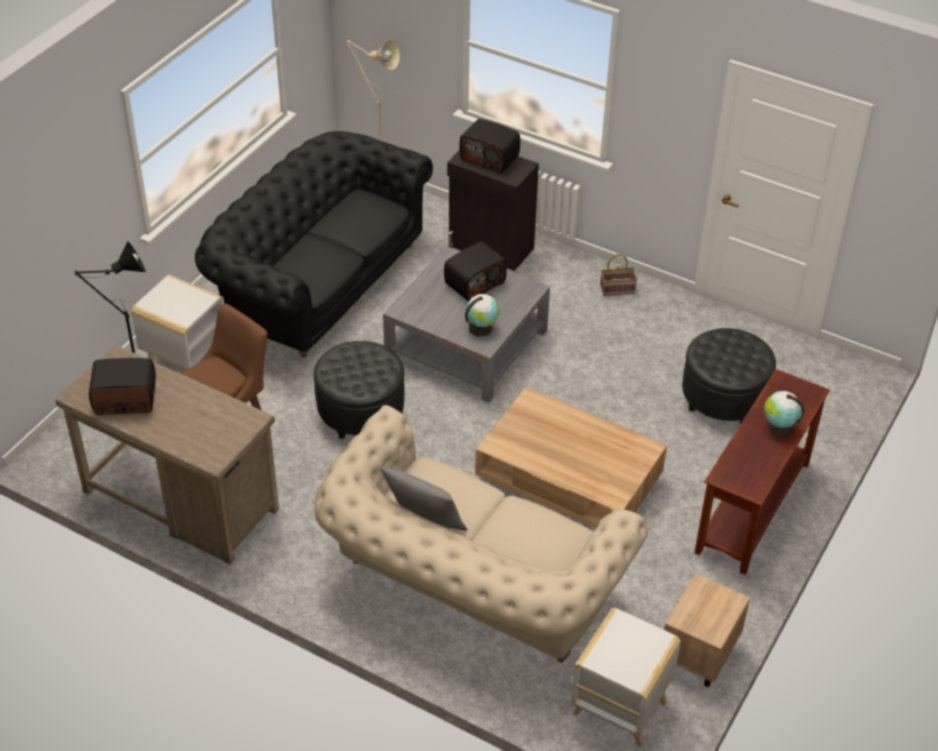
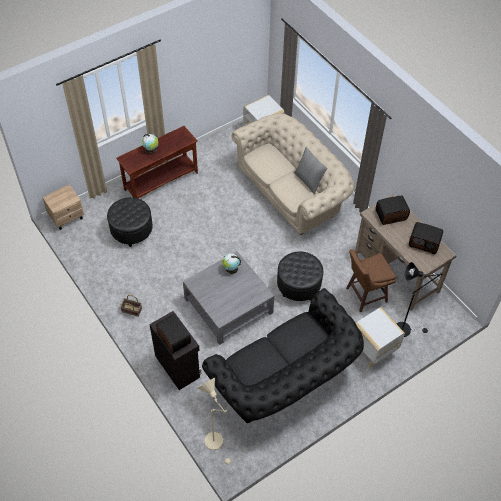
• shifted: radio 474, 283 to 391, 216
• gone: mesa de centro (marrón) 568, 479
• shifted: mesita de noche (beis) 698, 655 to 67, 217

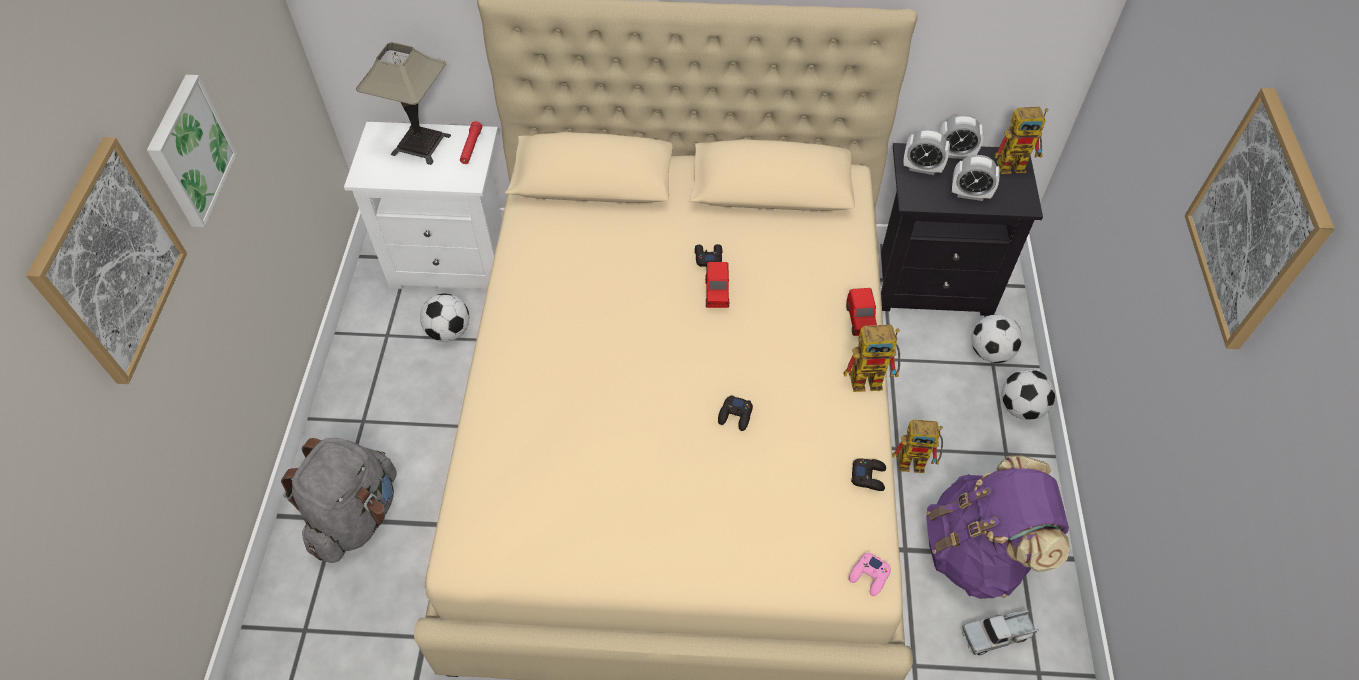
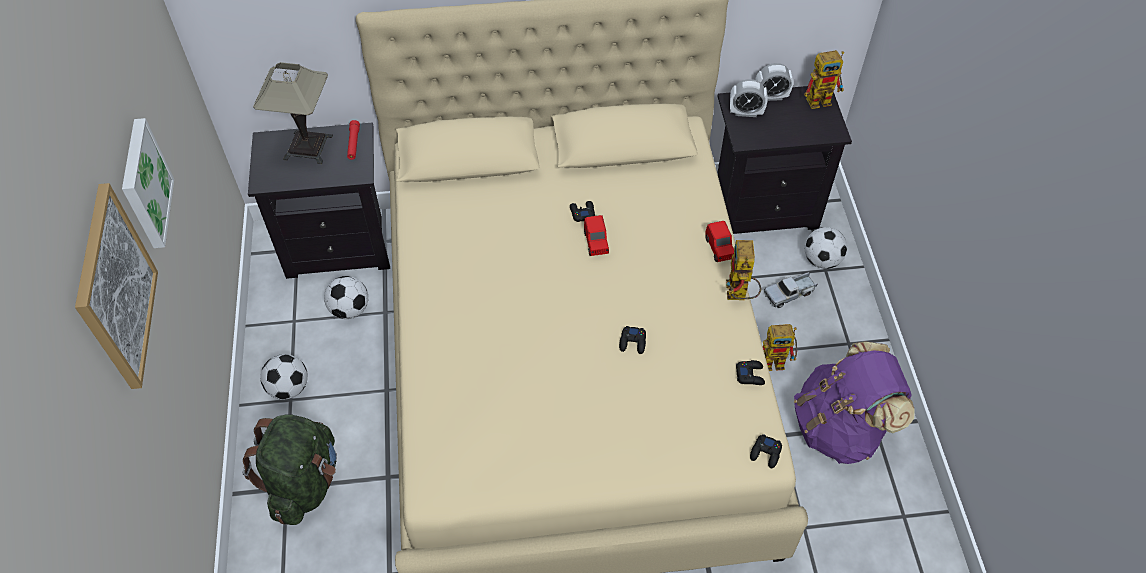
• gone: cuadro 1256, 221
• repainted: mesita de noche (blanco) 454, 261 to mesita de noche (negro) 339, 246
• gone: despertador 970, 194
• rotated: robot de juguete 873, 378 = 738, 295 105 degrees clockwise
• shifted: balón de fútbol 1021, 407 to 289, 388
• repainted: mochila (gris) 356, 516 to mochila (verde) 304, 483
• repainted: mando de consola (rosa) 869, 576 to mando de consola (negro) 765, 453
• shifted: camión de juguete 997, 634 to 789, 293

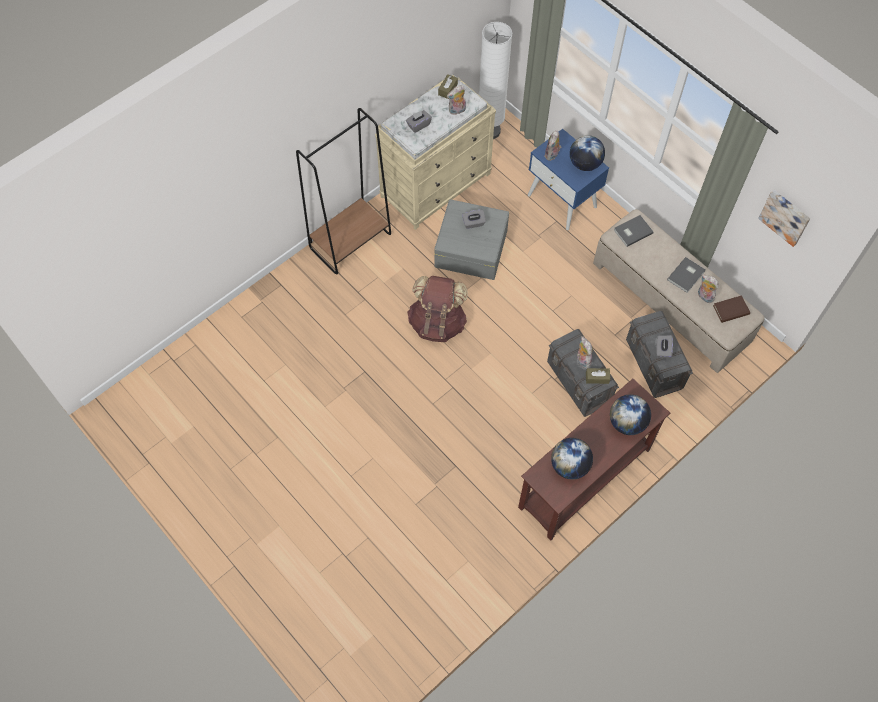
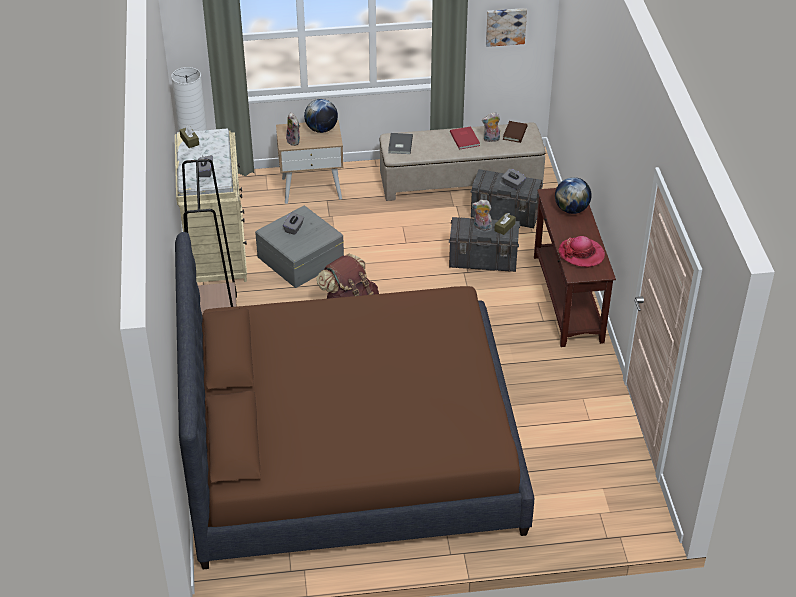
• gone: peluche 457, 111
• repainted: mesita de noche (azul) 562, 201 to mesita de noche (beis) 312, 188
• repainted: libro (gris) 687, 275 to libro (rojo) 465, 138
• swapped: globo terráqueo 569, 466 to sombrero 581, 254
• new: cama (marrón) 350, 447

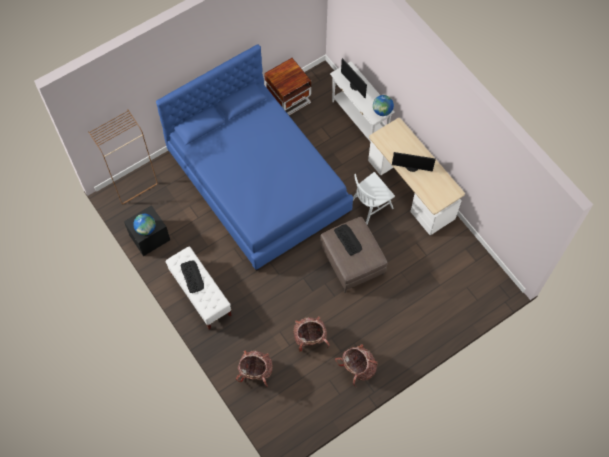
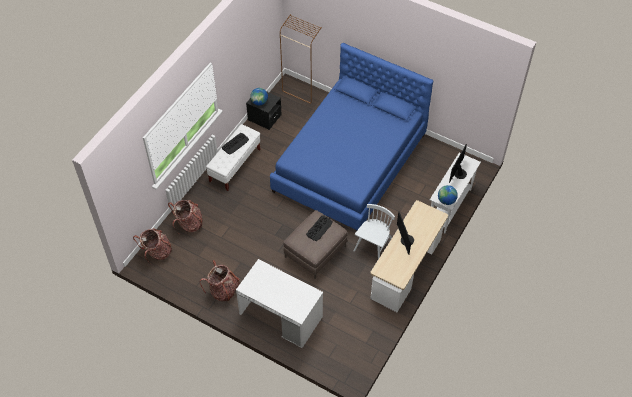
• gone: mesita de noche 288, 99
• rotated: silla (blanco) 370, 205 = 373, 245 90 degrees clockwise
• shifted: mochila 310, 338 to 157, 252
• new: escritorio (blanco) 280, 316

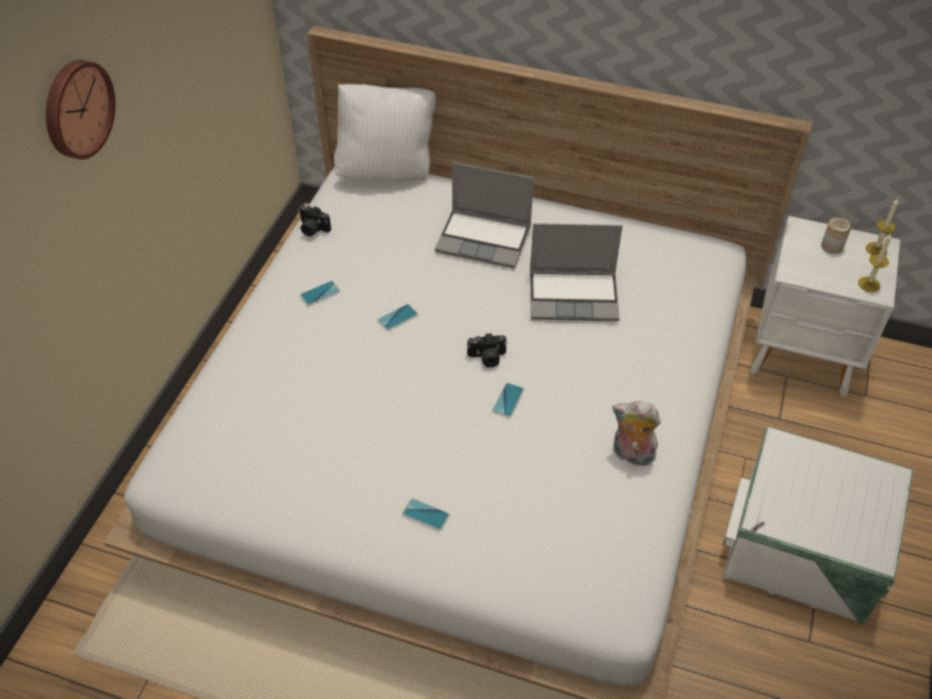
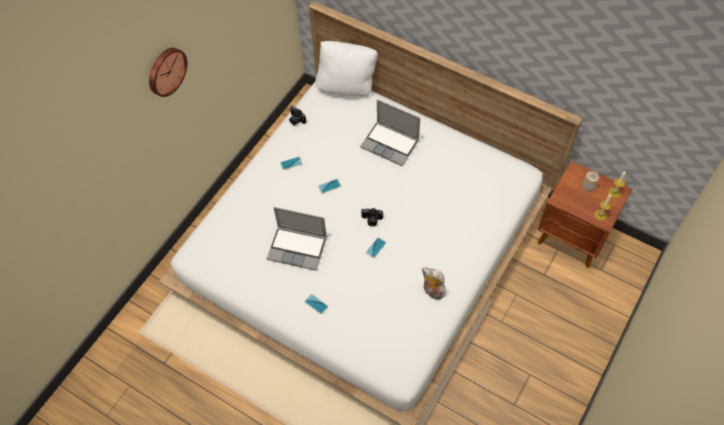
• repainted: mesita de noche (blanco) 804, 356 to mesita de noche (marrón) 573, 238
• shifted: portátil 574, 296 to 298, 248
• gone: caja de almacenaje (blanco) 803, 554

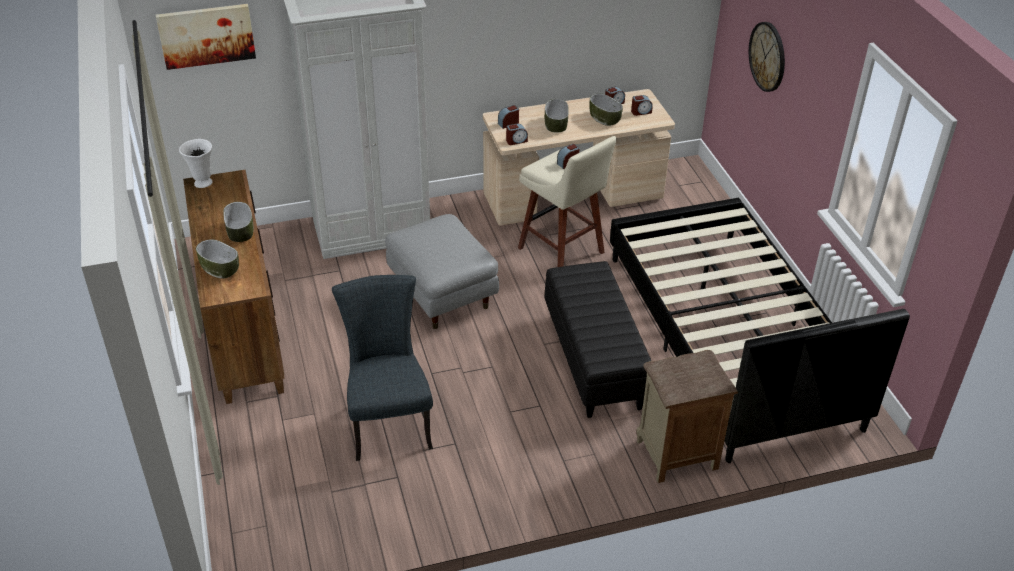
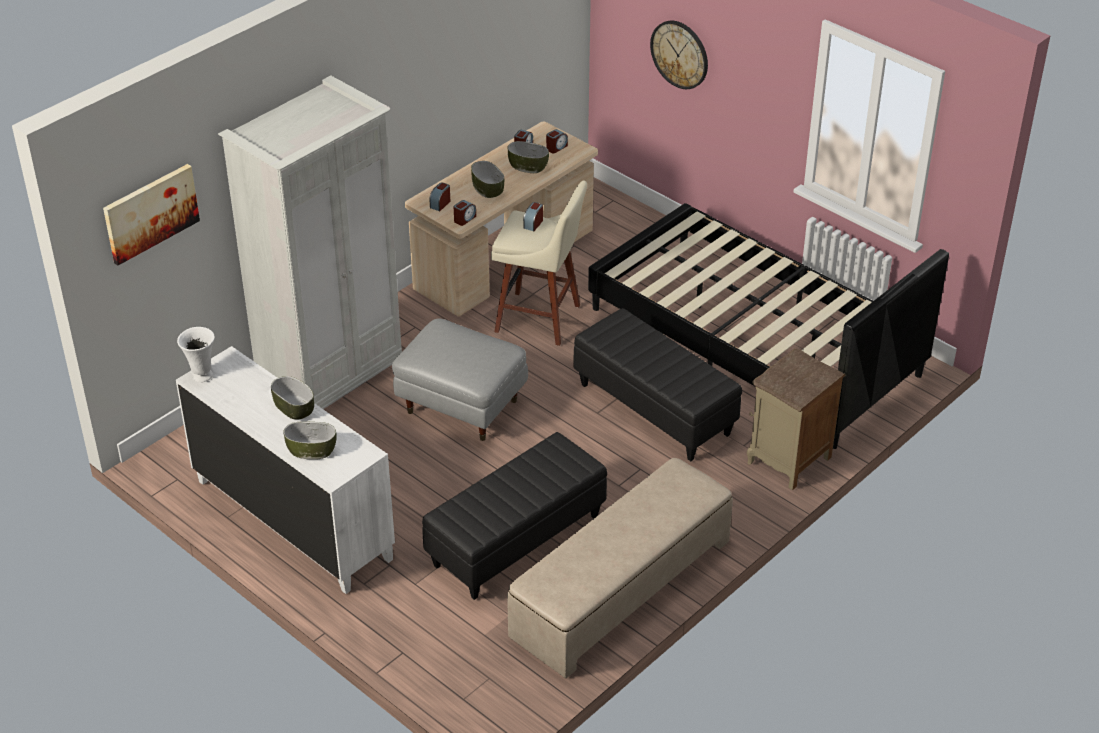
• repainted: cómoda (marrón) 242, 330 to cómoda (blanco) 293, 520
• swapped: silla (gris) 388, 420 to puf (negro) 516, 541
• new: banco (beis) 621, 589

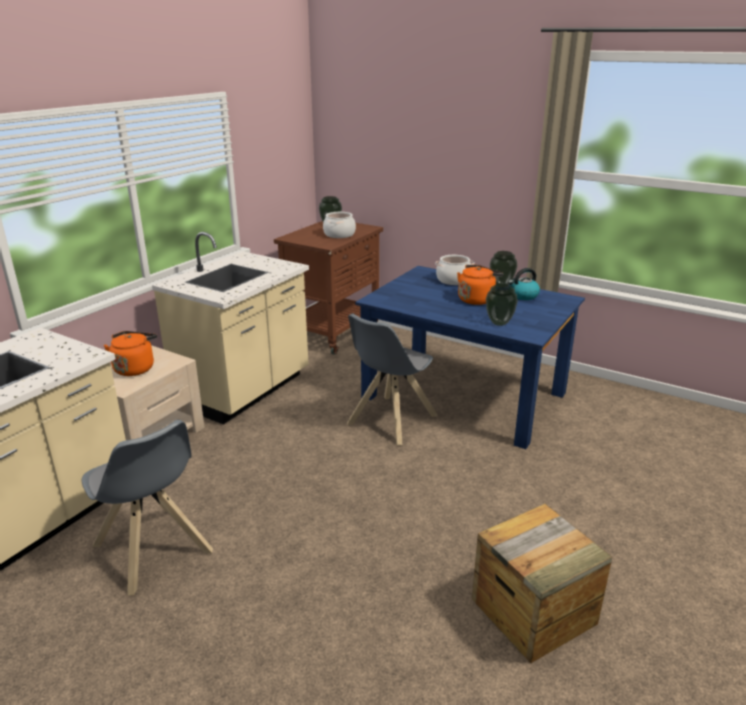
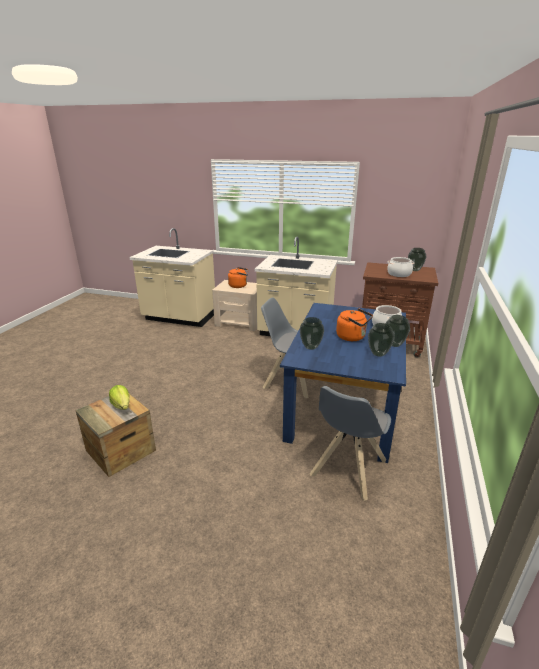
• swapped: hervidor 523, 296 to florero 378, 354
• shifted: silla (gris) 154, 550 to 347, 469
• new: lechuga 122, 405

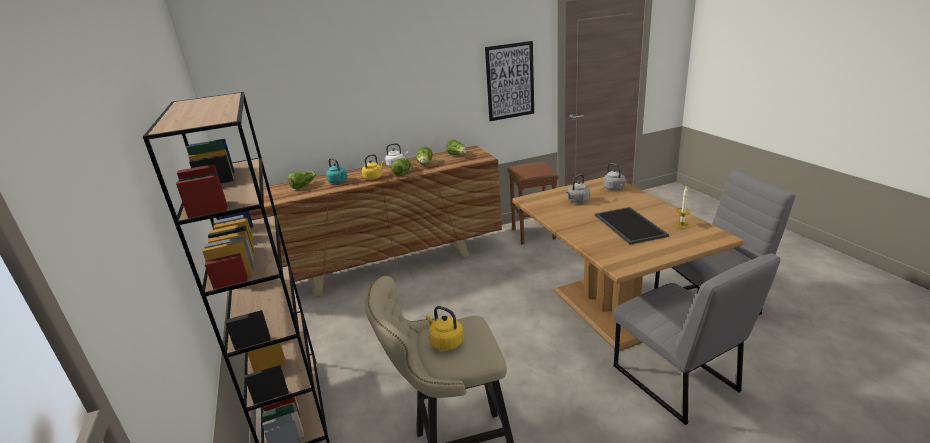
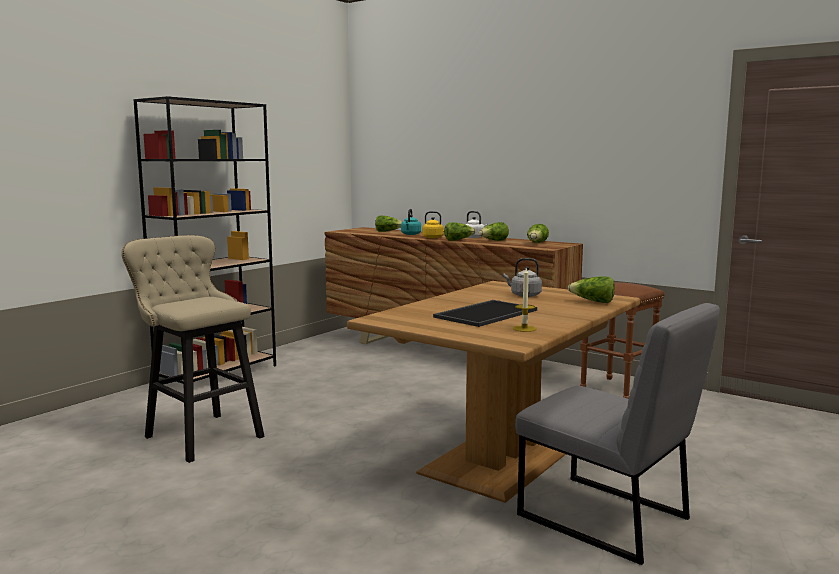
• gone: cuadro 510, 81
• swapped: hervidor (gris) 614, 188 to lechuga 593, 301
• gone: silla (gris) 677, 380
• gone: hervidor (amarillo) 445, 342

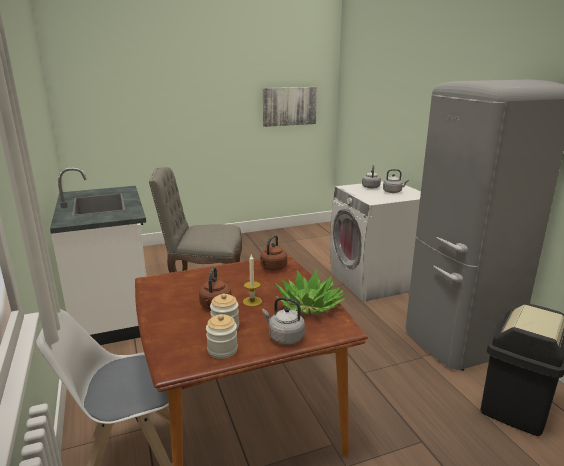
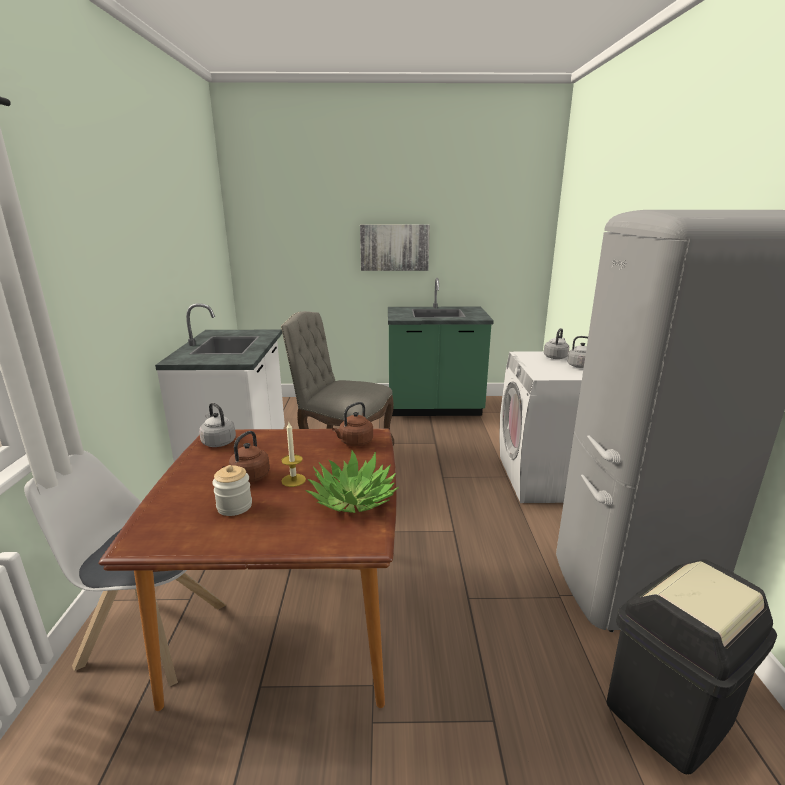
• shifted: cuadro 289, 106 to 394, 247
• shifted: hervidor (gris) 284, 337 to 218, 442
• gone: tarro 222, 350
• new: mueble bajo de cocina (verde) 434, 408

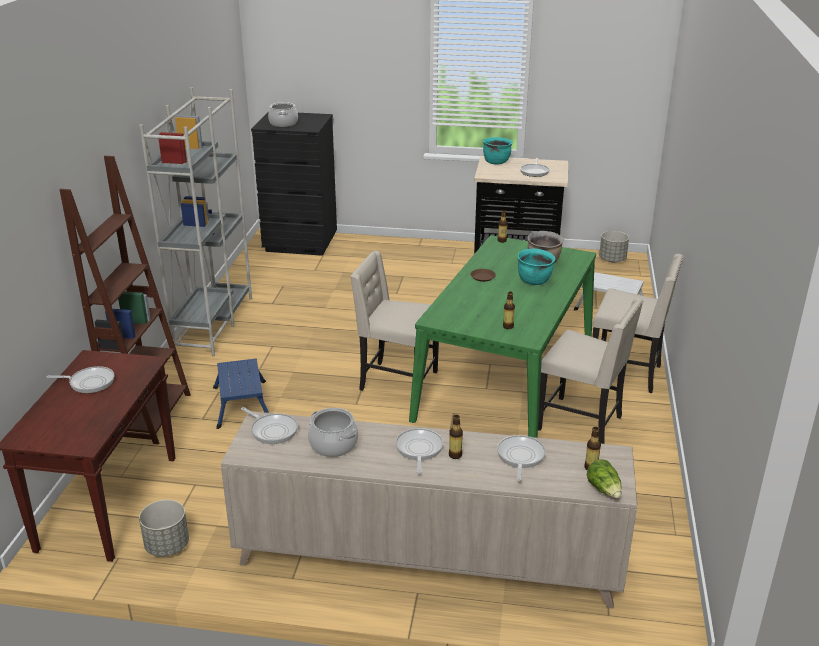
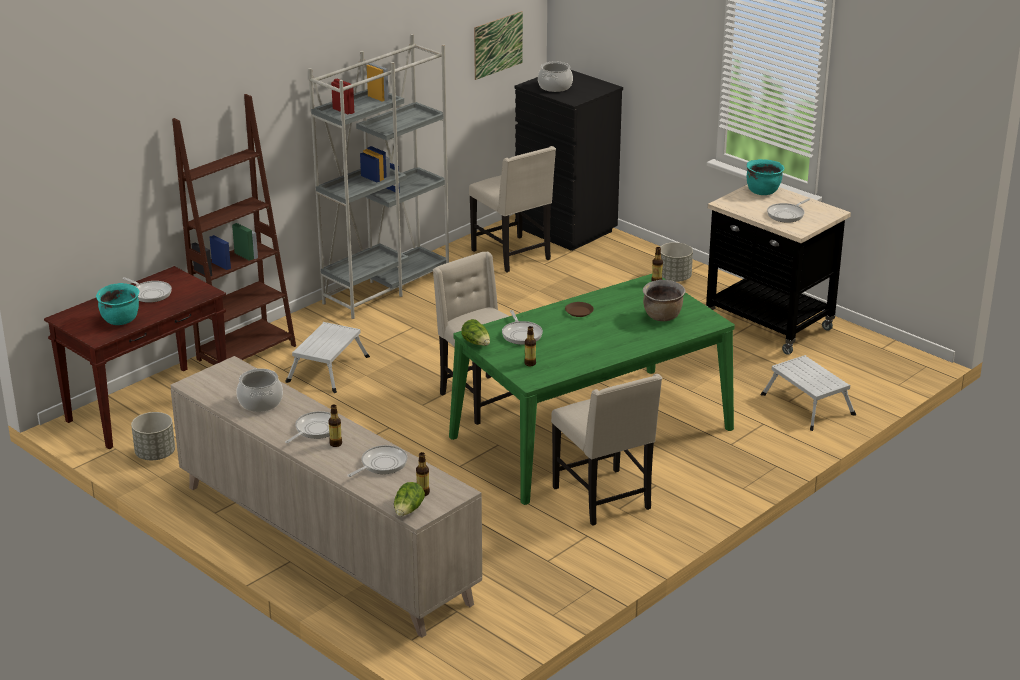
• shifted: maceta (gris) 612, 259 to 674, 278
• shifted: olla (turquesa) 534, 281 to 121, 320
• shifted: silla (beis) 627, 373 to 513, 255
• repainted: escalera de tijera (azul) 242, 403 to escalera de tijera (blanco) 328, 369
• shifted: sartén 272, 430 to 521, 334
• new: cuadro 498, 45
• new: lechuga 477, 343

